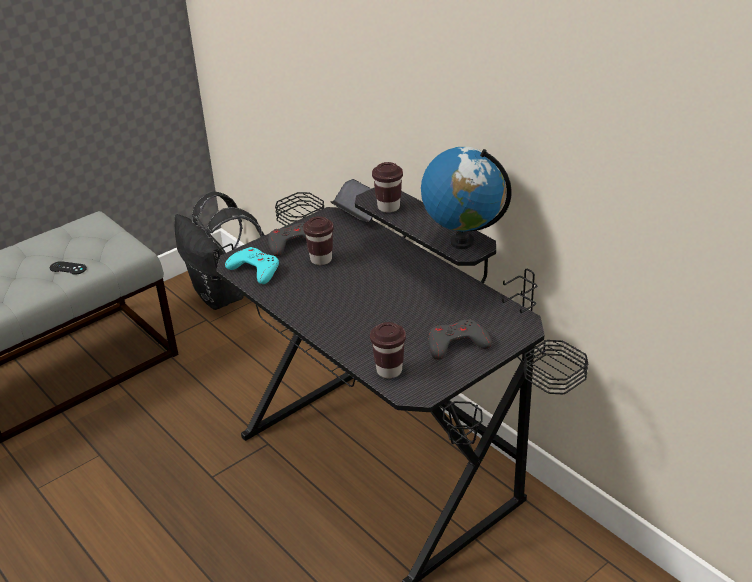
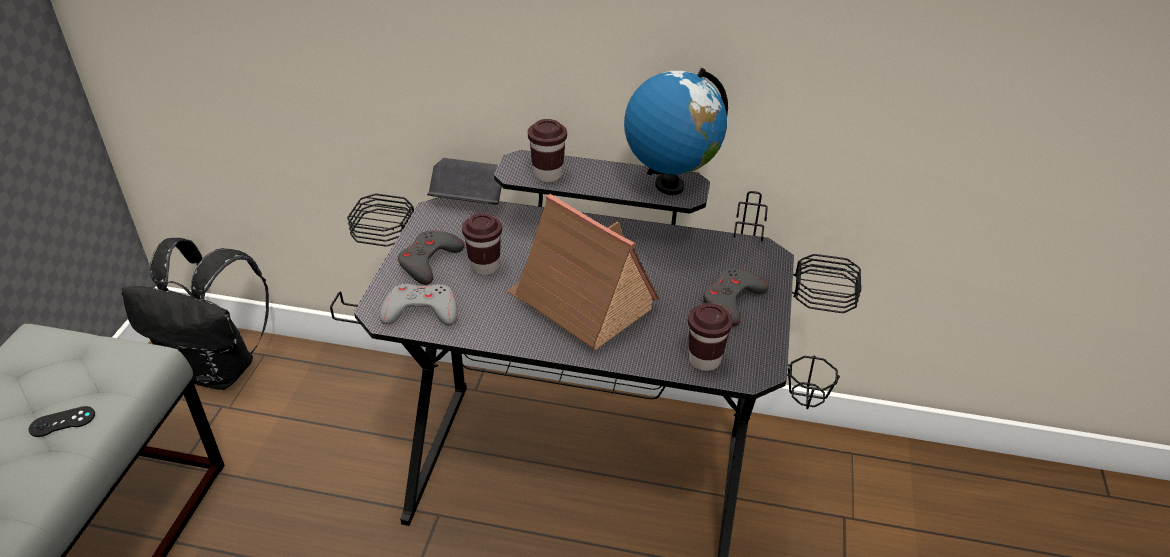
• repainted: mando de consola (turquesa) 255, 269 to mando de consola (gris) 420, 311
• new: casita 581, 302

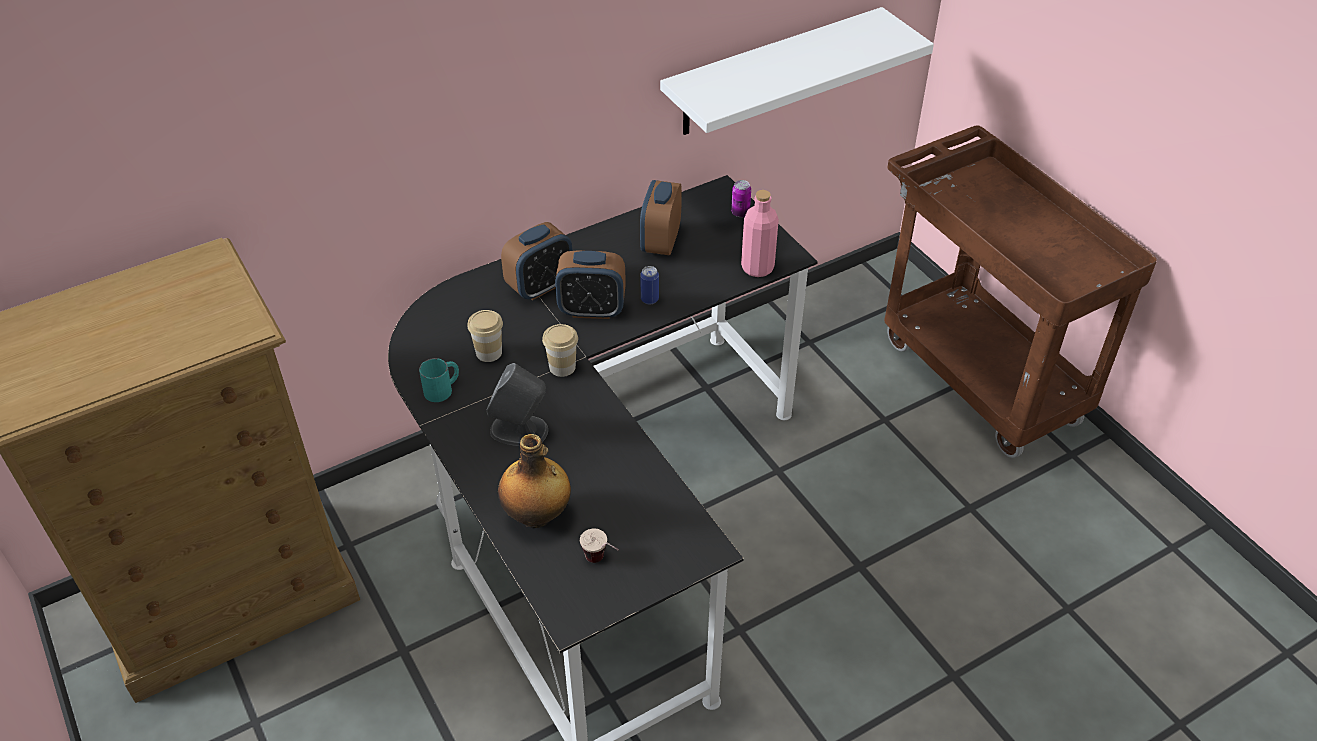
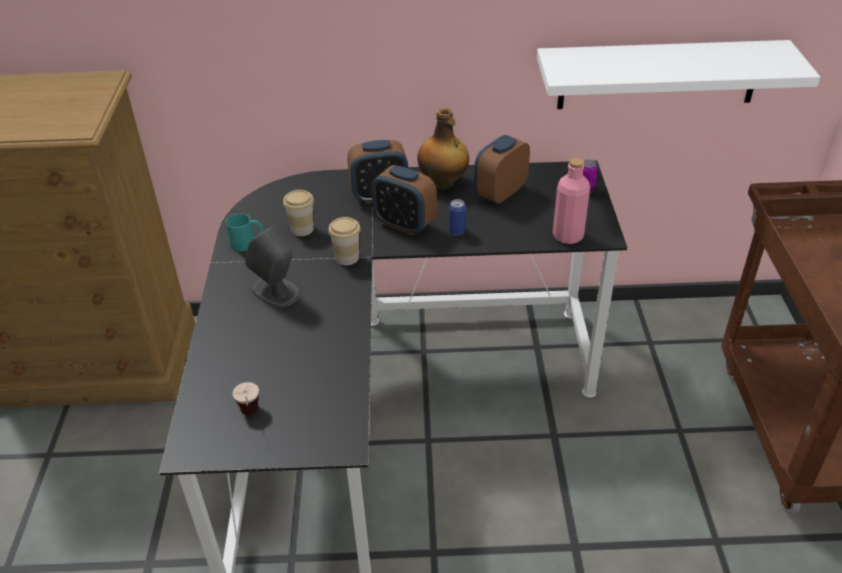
• shifted: botella 537, 515 to 443, 183

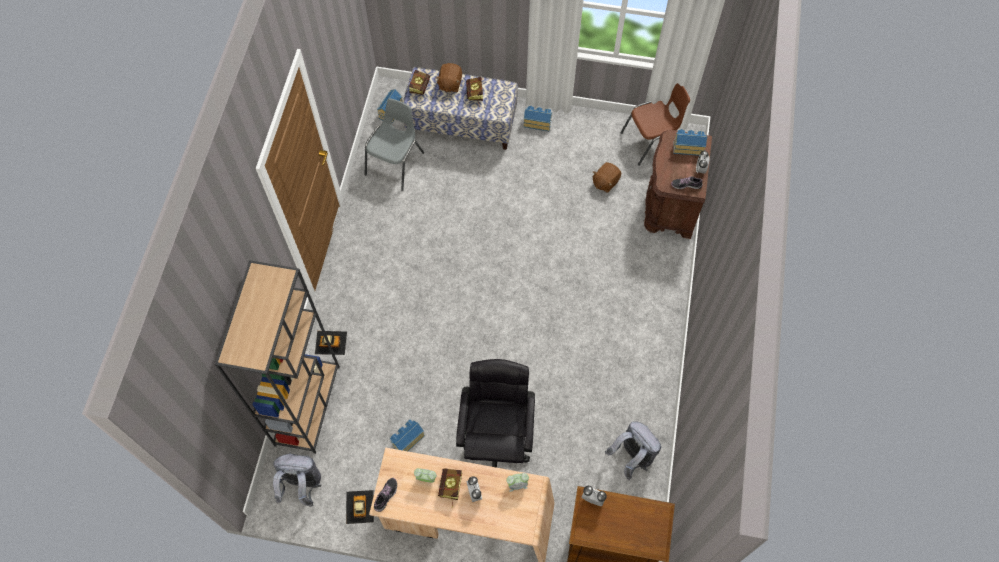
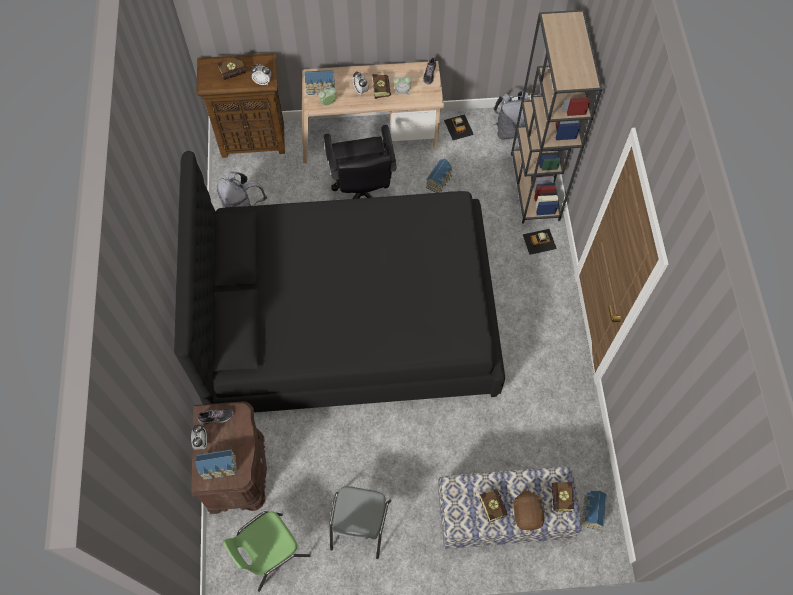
• repainted: silla (marrón) 652, 141 to silla (verde) 269, 553
• shifted: silla (gris) 396, 163 to 359, 526
• shifted: casita 537, 122 to 321, 88
• gone: peluche (marrón) 605, 182
• new: libro 236, 73
• new: cama (negro) 349, 318

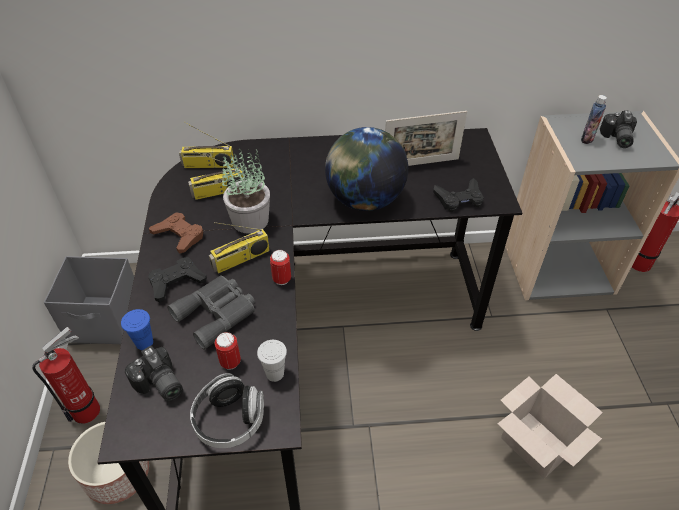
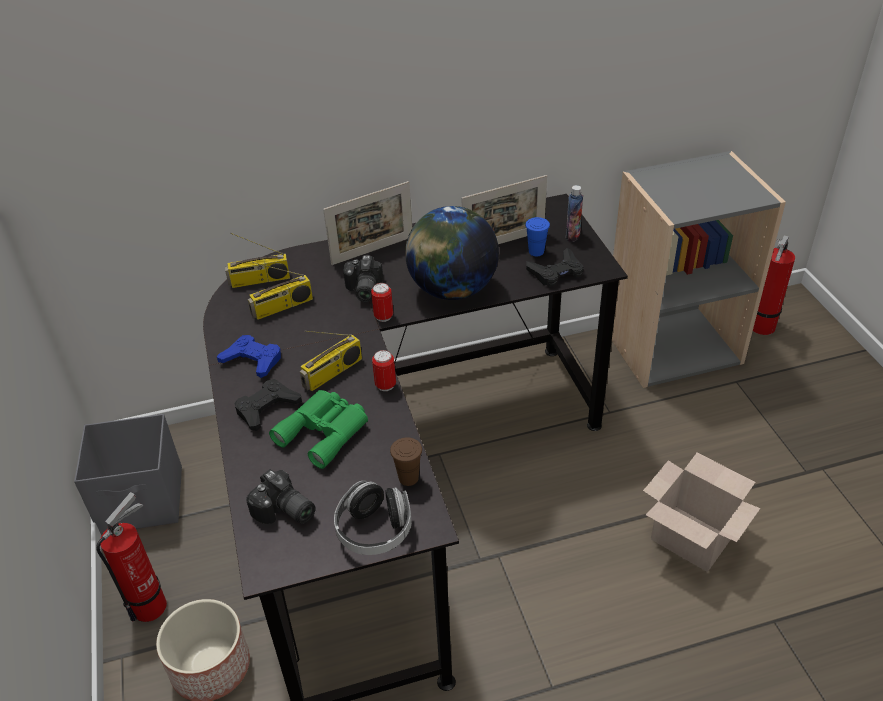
• shifted: botella 587, 139 to 572, 236
• shifted: cámara 616, 138 to 362, 290
• gone: planta en maceta 250, 219
• repainted: mando de consola (marrón) 179, 235 to mando de consola (azul) 252, 360
• repainted: prismáticos (gris) 218, 313 to prismáticos (verde) 325, 431
• shifted: taza (azul) 144, 343 to 536, 252
• shifted: lata 230, 362 to 383, 316
• repainted: taza (blanco) 275, 373 to taza (marrón) 408, 478
• new: portarretratos 372, 250

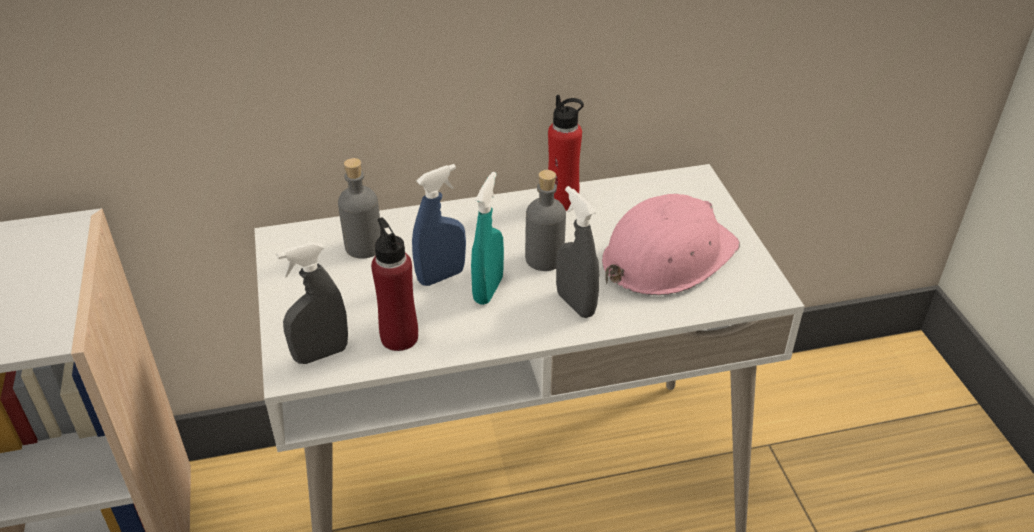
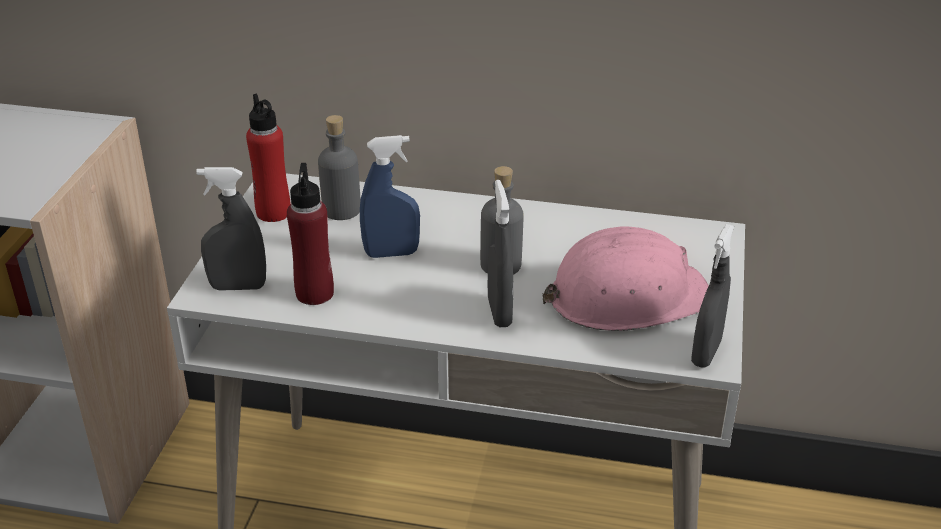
• shifted: botella (rojo) 562, 201 to 273, 212
• gone: pulverizador (turquesa) 488, 290
• new: pulverizador (gris) 706, 353

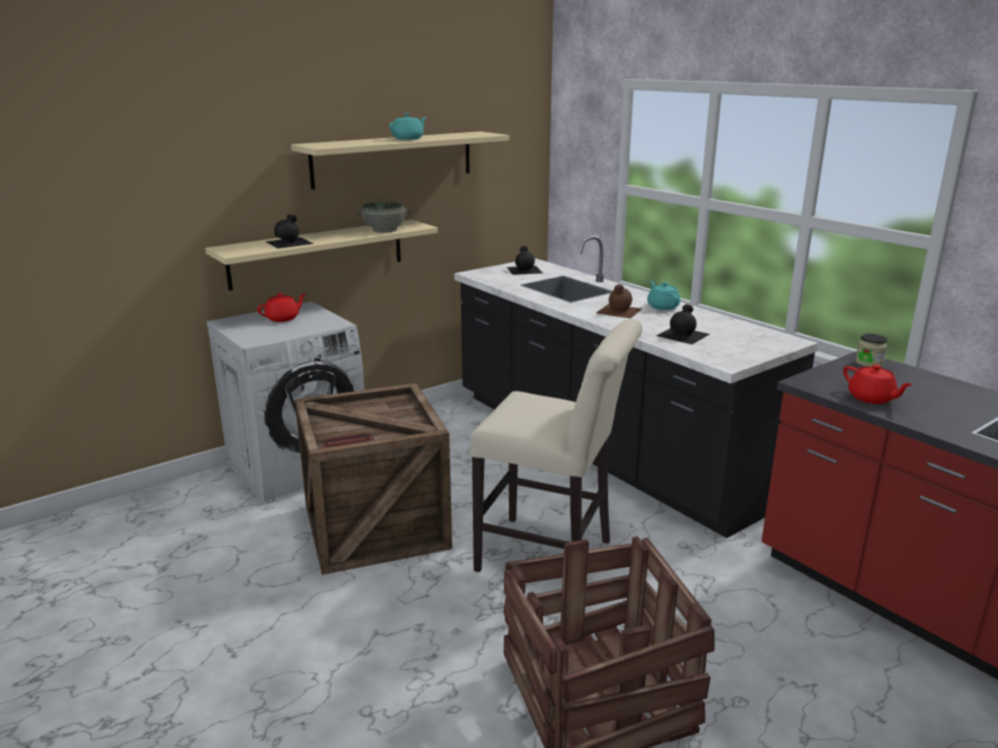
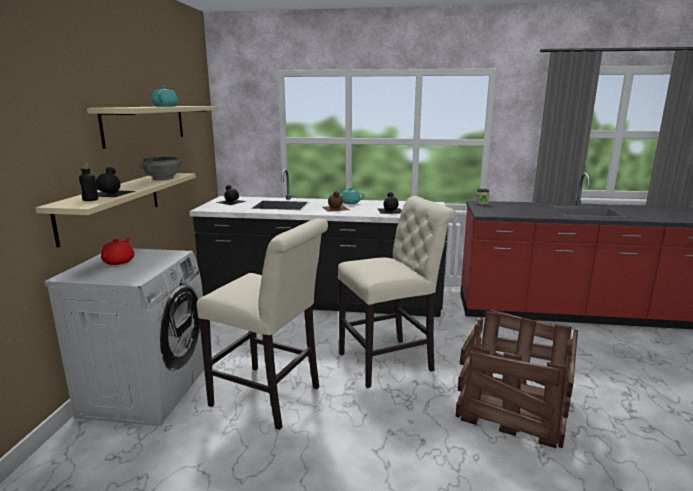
• gone: tetera (rojo) 871, 398
• swapped: caja de embalaje 374, 528 to taburete (beis) 270, 398
• new: botella 90, 200

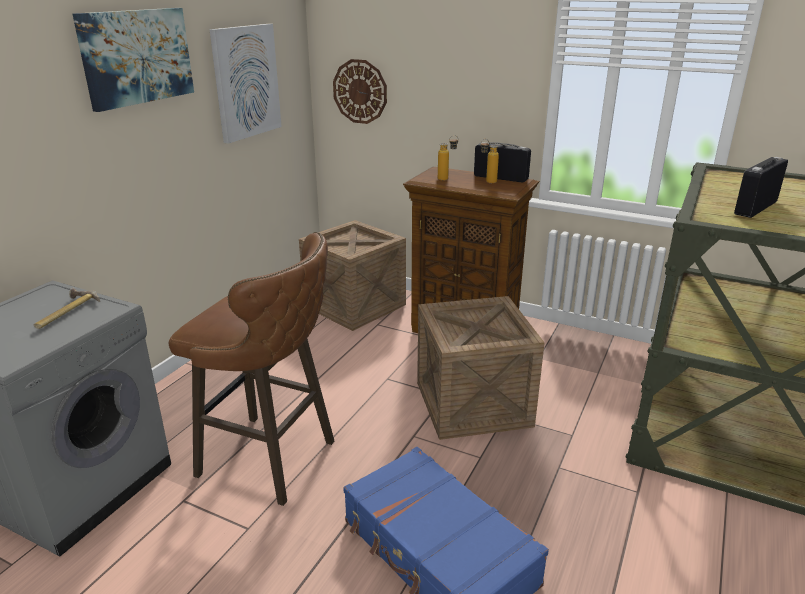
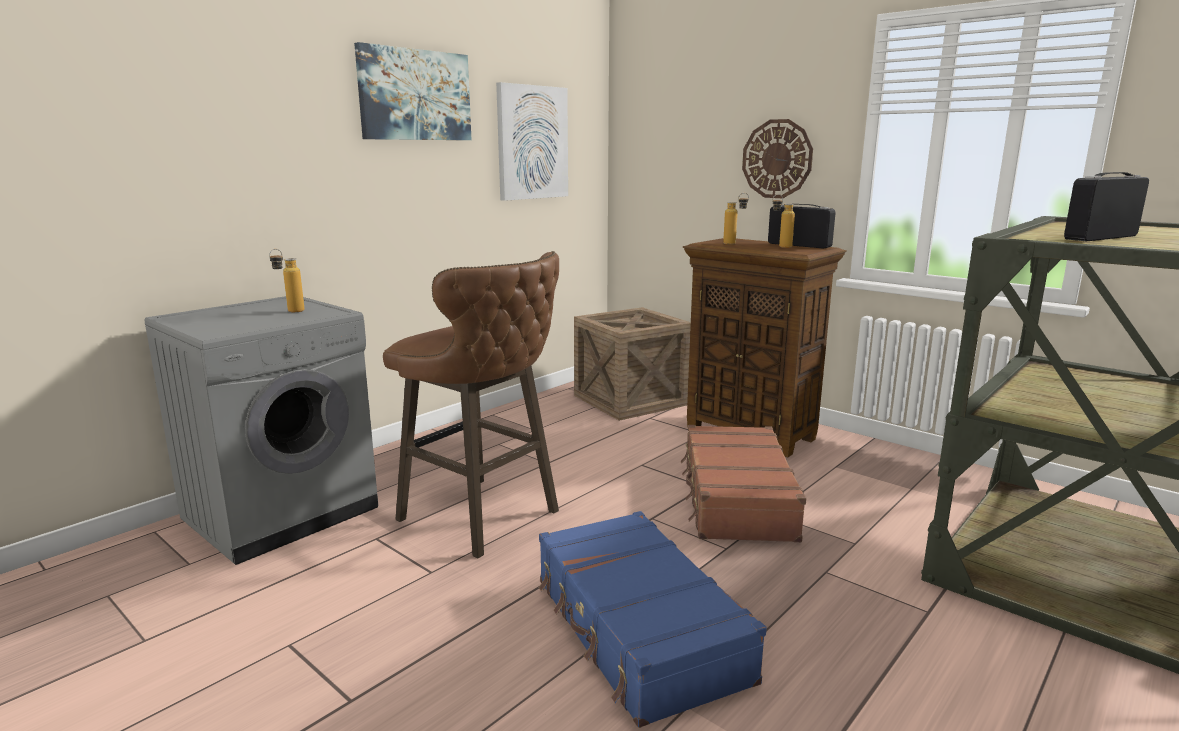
• shifted: reloj de pared 360, 91 to 777, 159
• swapped: martillo 65, 312 to botella 290, 312
• swapped: caja de embalaje 473, 404 to maleta (marrón) 736, 498

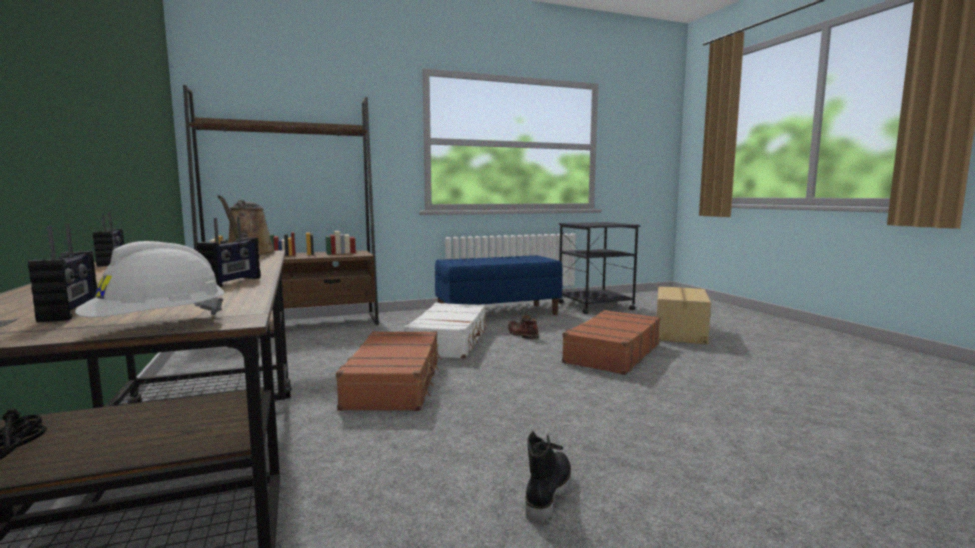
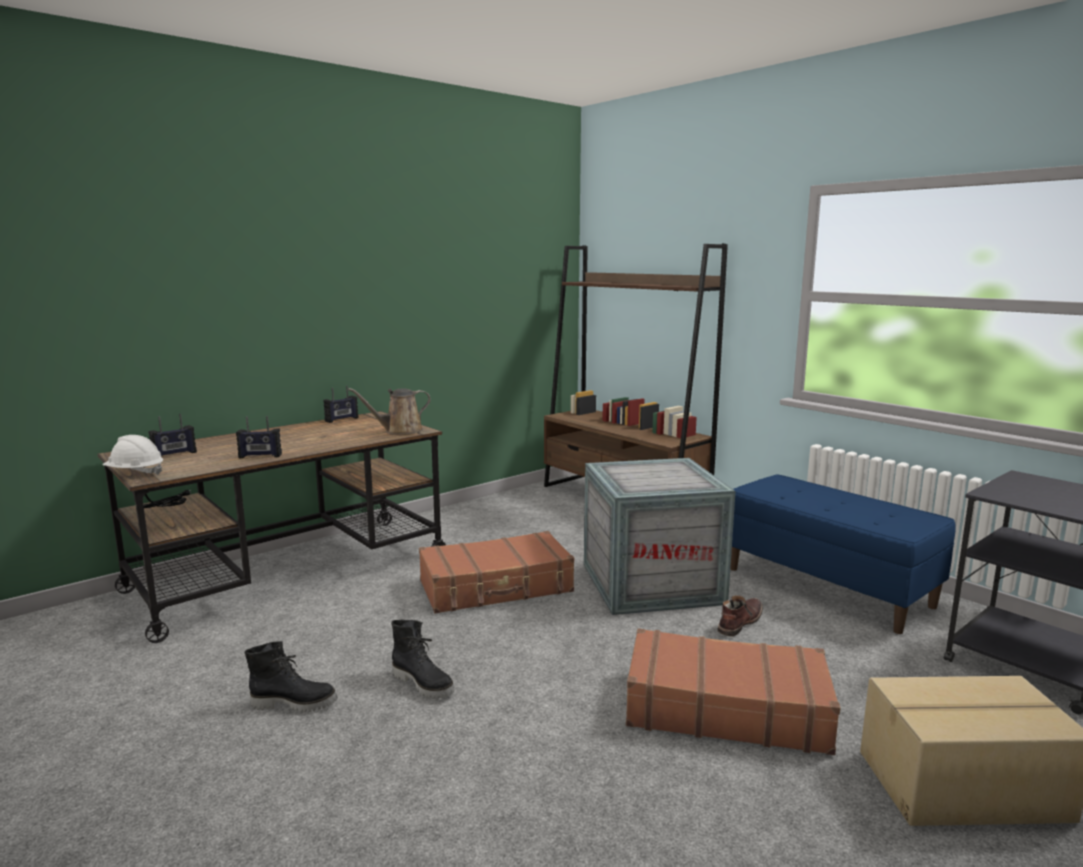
• swapped: maleta (blanco) 449, 341 to caja de embalaje 653, 583
• new: bota (negro) 424, 684

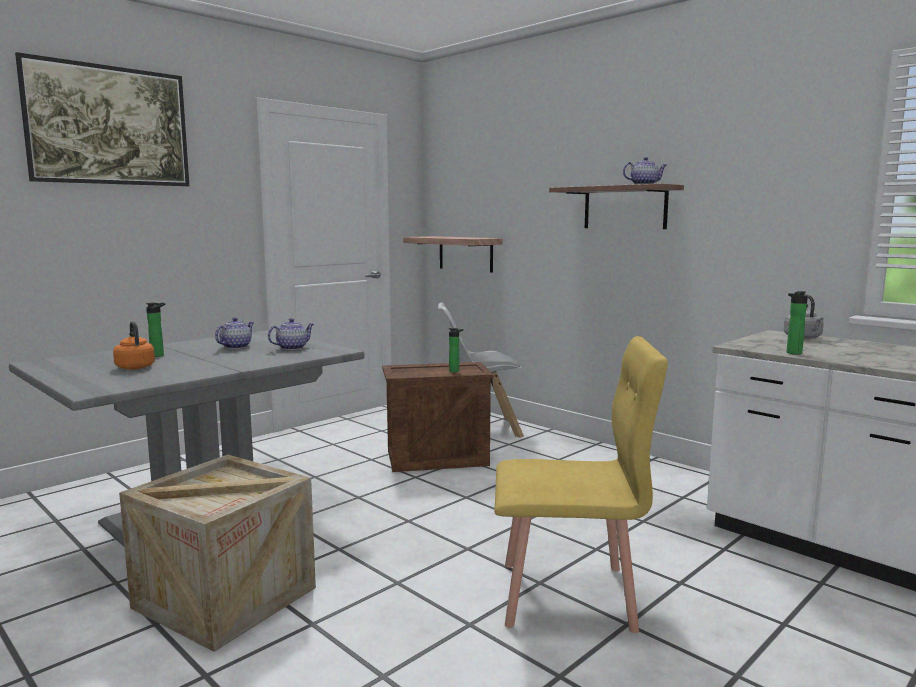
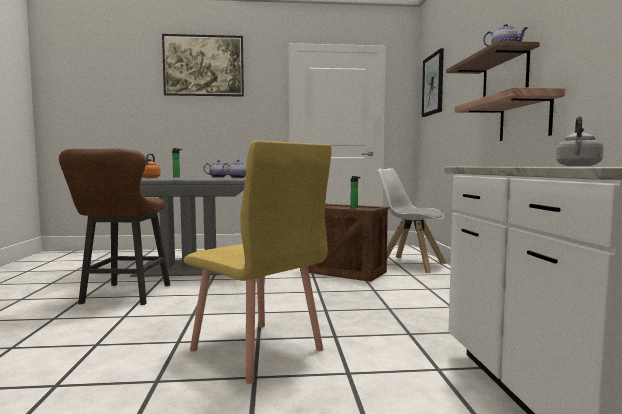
• shifted: estante 465, 253 to 524, 118
• gone: botella 792, 353
• swapped: caja de embalaje 225, 597 to taburete (marrón) 122, 297
• new: cuadro 433, 84

